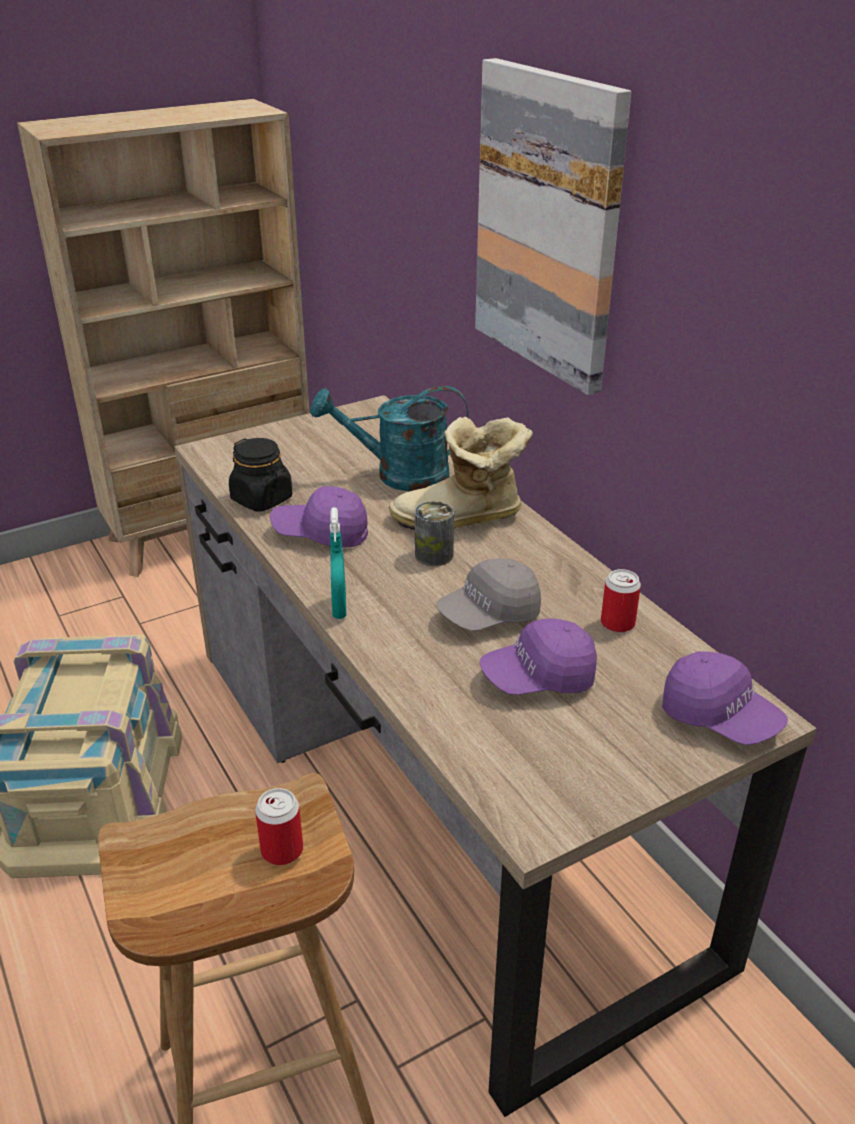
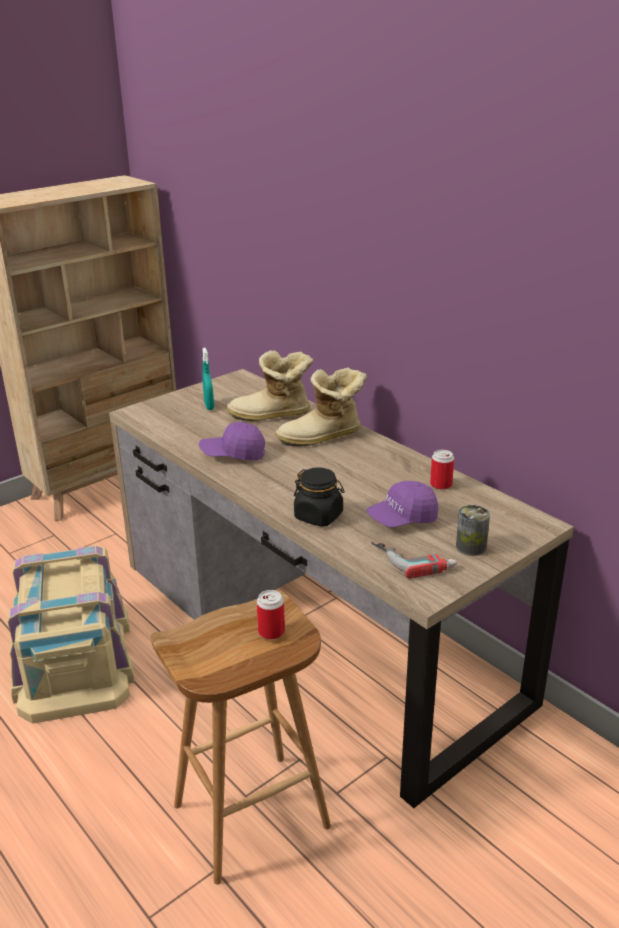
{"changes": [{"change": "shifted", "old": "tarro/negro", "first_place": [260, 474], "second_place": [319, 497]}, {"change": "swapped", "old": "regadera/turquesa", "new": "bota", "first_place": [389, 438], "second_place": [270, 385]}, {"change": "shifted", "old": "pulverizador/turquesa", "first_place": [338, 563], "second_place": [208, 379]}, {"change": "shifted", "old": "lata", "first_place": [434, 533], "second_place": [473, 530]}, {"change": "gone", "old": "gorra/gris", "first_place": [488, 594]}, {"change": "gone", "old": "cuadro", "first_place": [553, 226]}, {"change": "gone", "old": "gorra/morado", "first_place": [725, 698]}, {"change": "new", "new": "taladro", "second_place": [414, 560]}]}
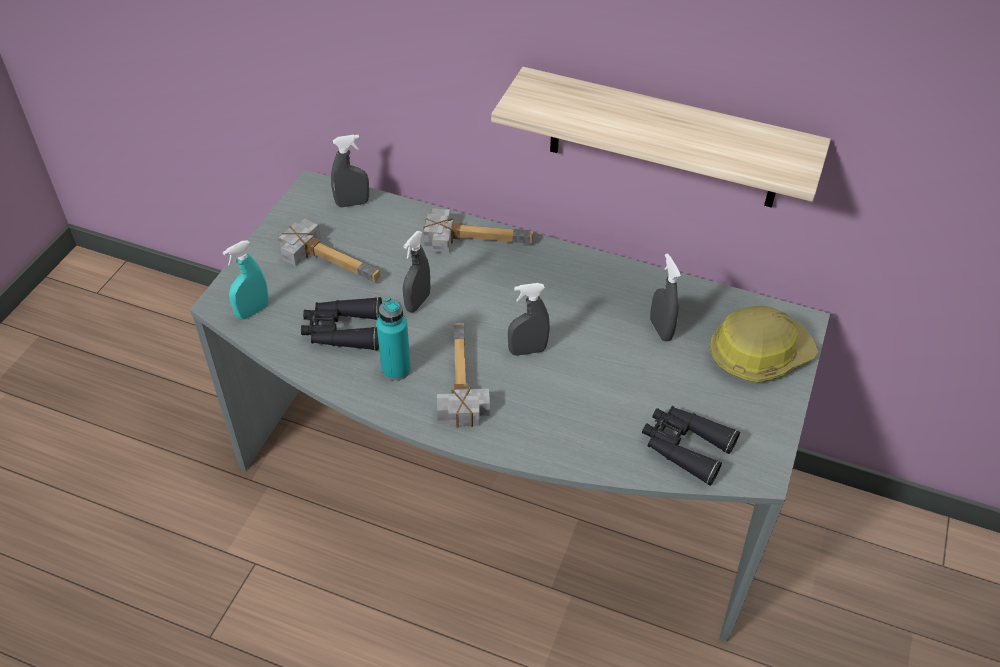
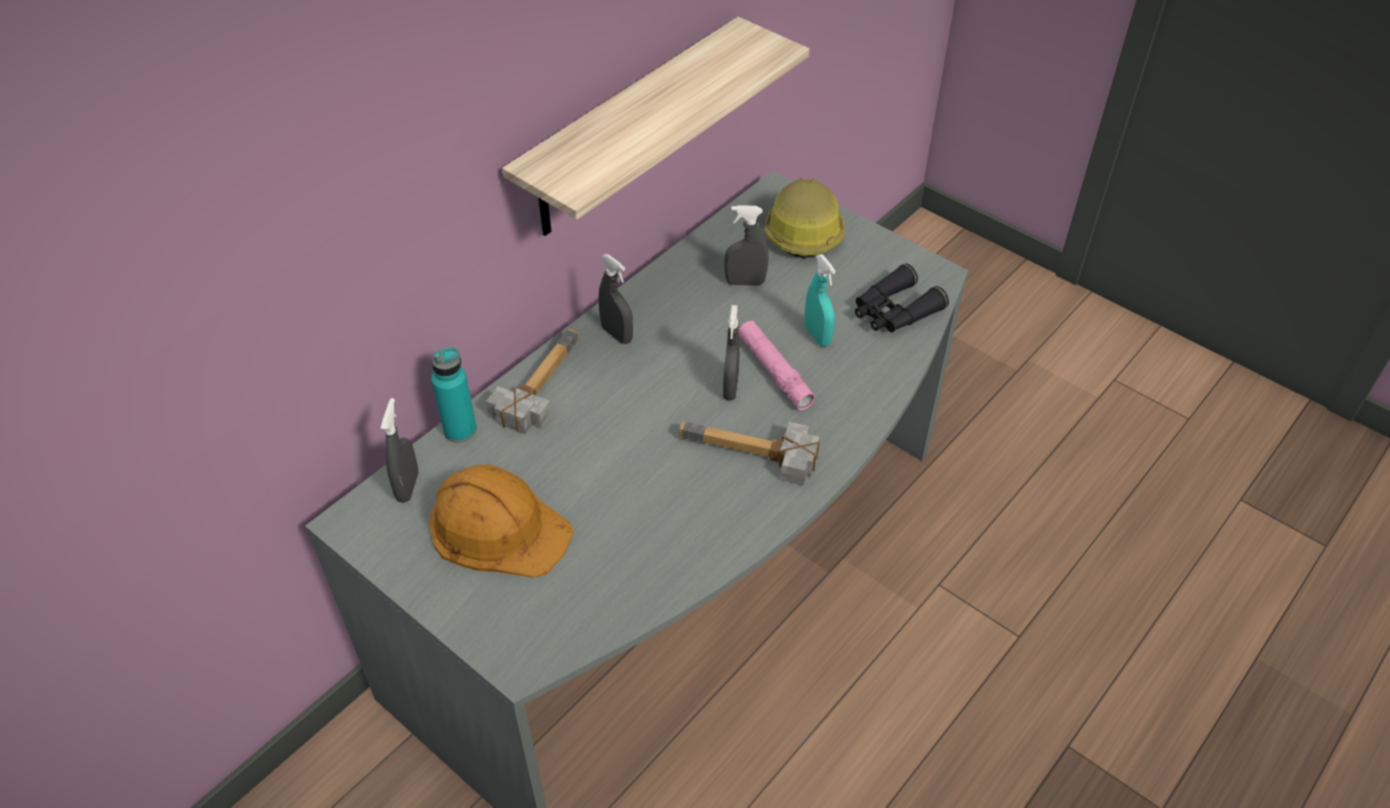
{"changes": [{"change": "shifted", "old": "pulverizador/turquesa", "first_place": [246, 280], "second_place": [820, 300]}, {"change": "swapped", "old": "martillo", "new": "casco/naranja", "first_place": [329, 250], "second_place": [501, 521]}, {"change": "gone", "old": "prismáticos/negro", "first_place": [341, 324]}, {"change": "shifted", "old": "botella/turquesa", "first_place": [394, 339], "second_place": [454, 395]}, {"change": "shifted", "old": "pulverizador/gris", "first_place": [417, 272], "second_place": [616, 299]}, {"change": "new", "new": "linterna/rosa", "second_place": [776, 365]}]}
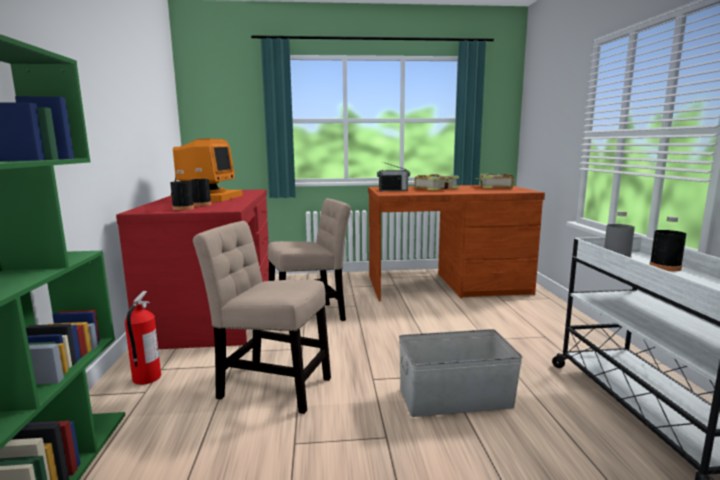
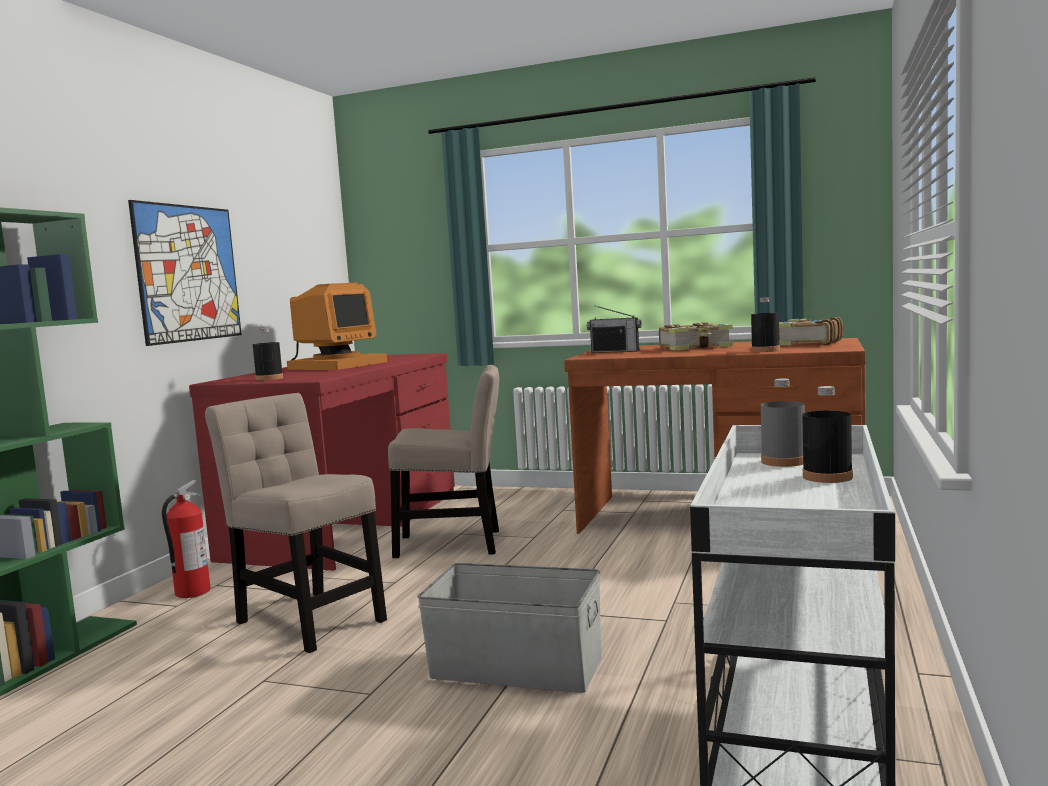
{"changes": [{"change": "shifted", "old": "botella/negro", "first_place": [200, 187], "second_place": [765, 324]}, {"change": "new", "new": "cuadro", "second_place": [185, 273]}]}
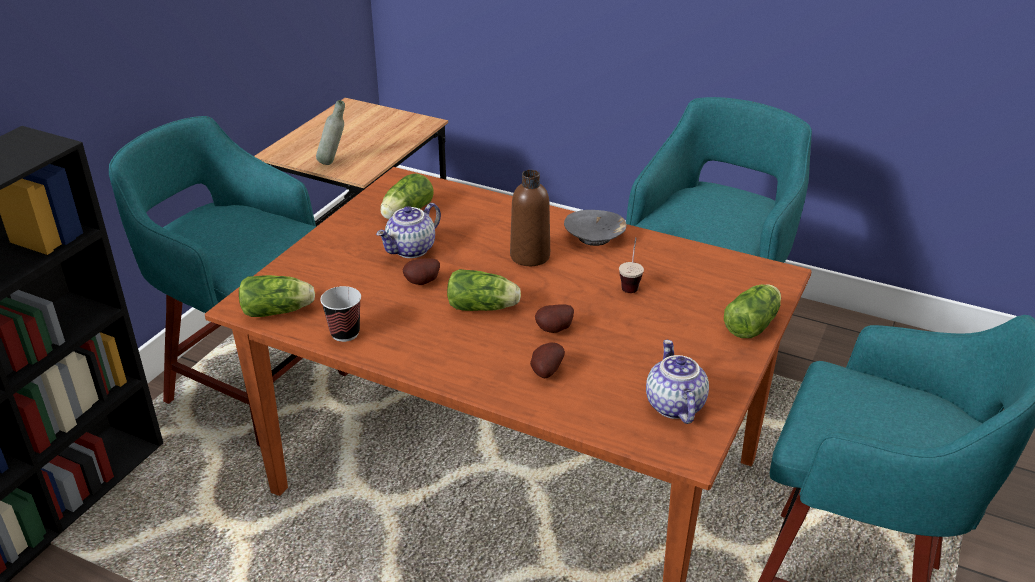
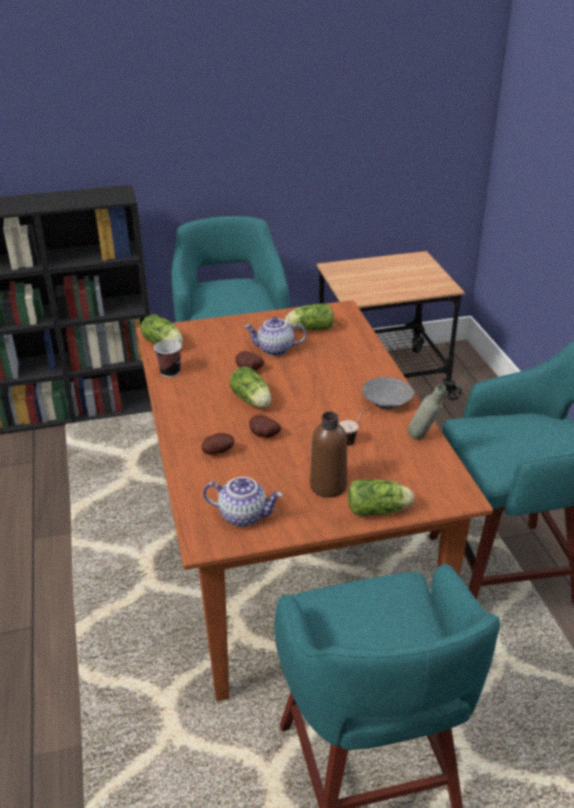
{"changes": [{"change": "shifted", "old": "botella/gris", "first_place": [330, 132], "second_place": [427, 412]}, {"change": "shifted", "old": "botella/marrón", "first_place": [530, 218], "second_place": [328, 455]}, {"change": "rotated", "old": "tetera", "first_place": [677, 382], "second_place": [242, 502], "degrees": 60}]}
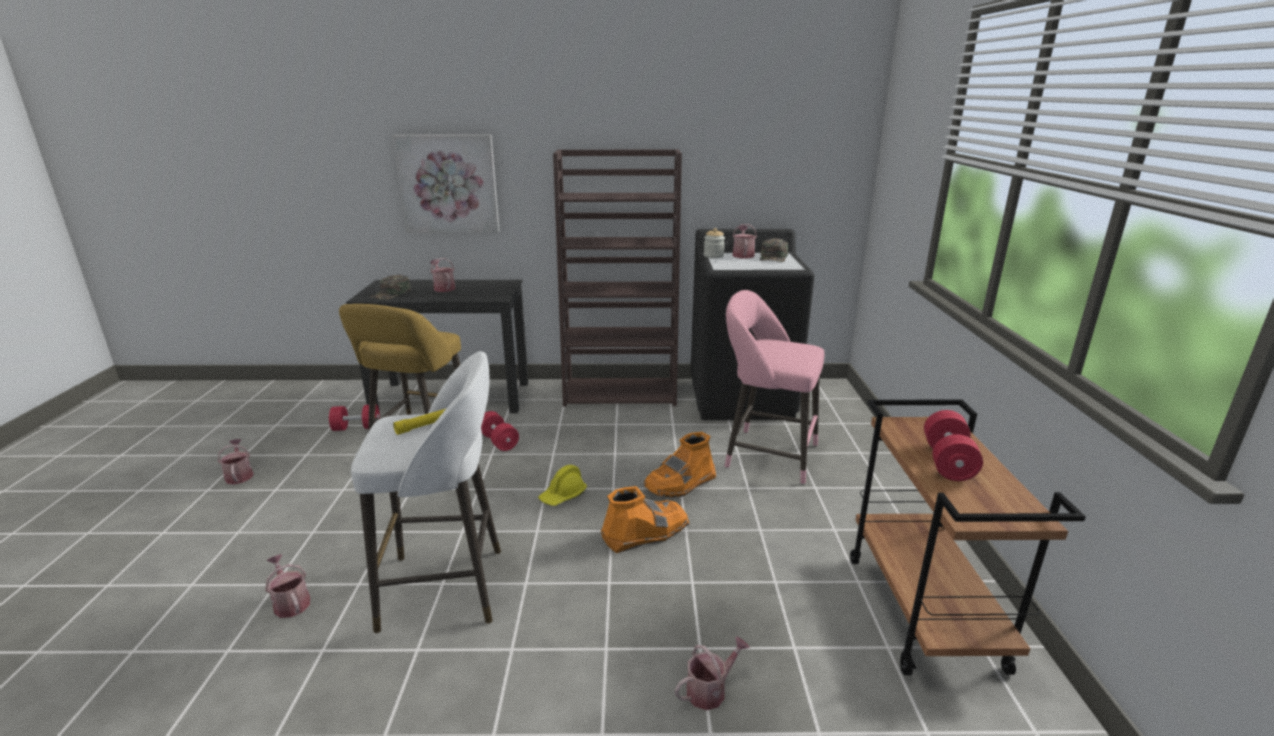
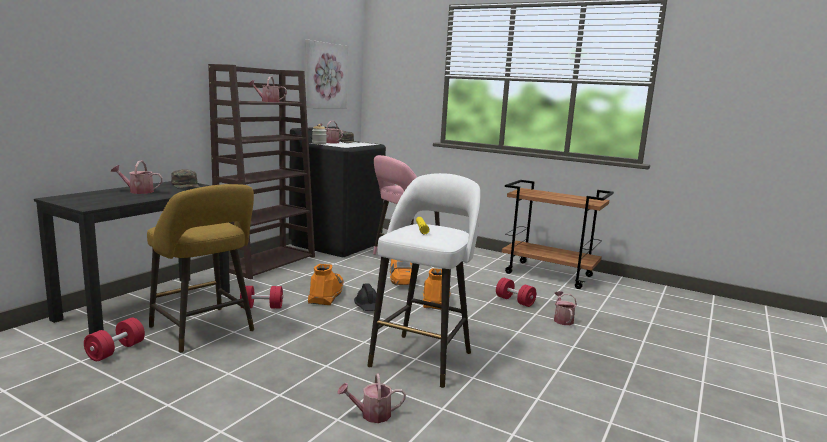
{"changes": [{"change": "shifted", "old": "regadera", "first_place": [236, 461], "second_place": [268, 89]}, {"change": "shifted", "old": "gorra/verde", "first_place": [390, 287], "second_place": [185, 178]}, {"change": "shifted", "old": "cuadro", "first_place": [446, 184], "second_place": [326, 74]}, {"change": "repainted", "old": "casco/amarillo", "new": "casco/negro", "first_place": [562, 485], "second_place": [365, 297]}, {"change": "shifted", "old": "mancuerna/rojo", "first_place": [953, 445], "second_place": [516, 292]}, {"change": "new", "new": "bota/naranja", "second_place": [326, 284]}]}
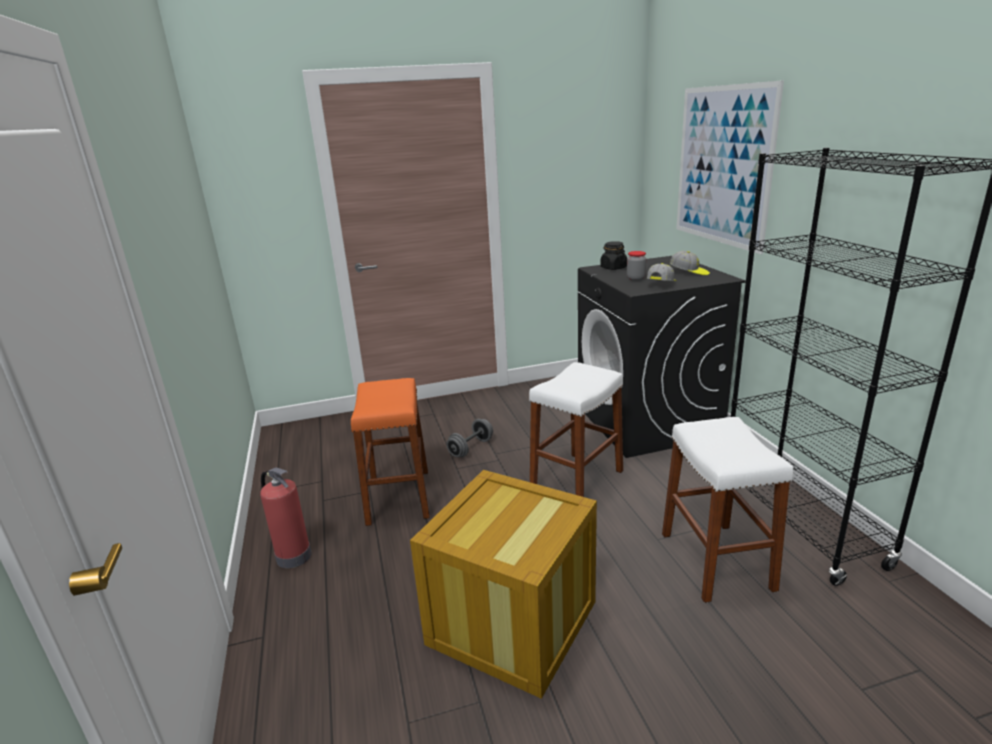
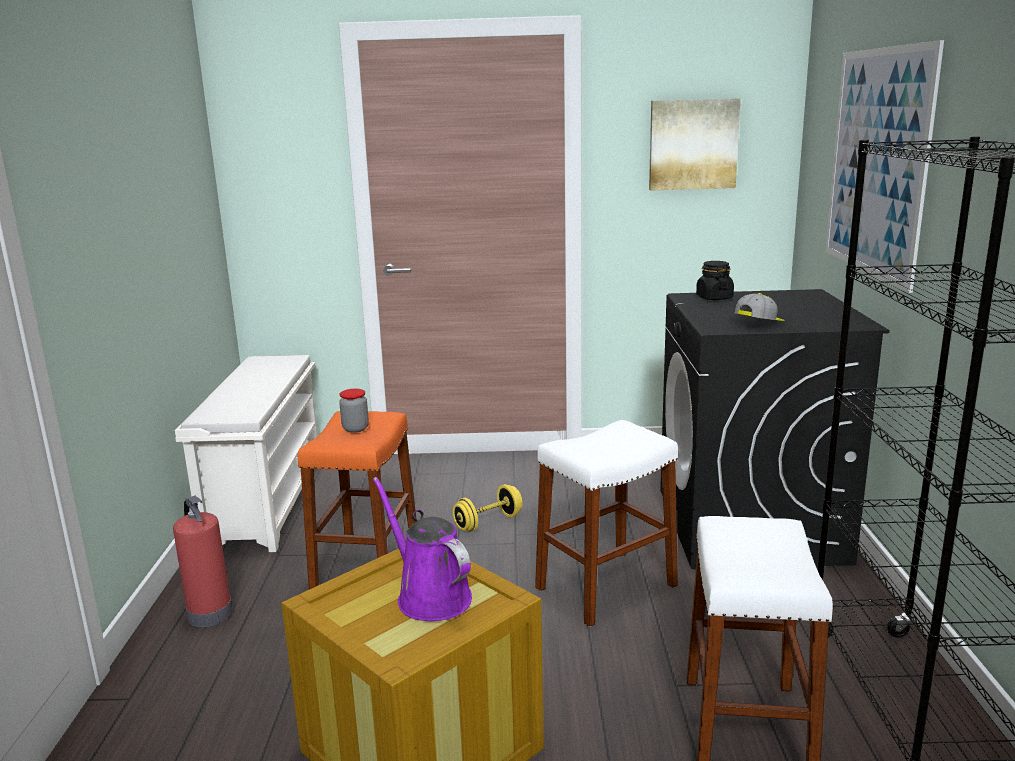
{"changes": [{"change": "repainted", "old": "mancuerna/gris", "new": "mancuerna/amarillo", "first_place": [469, 438], "second_place": [488, 508]}, {"change": "shifted", "old": "tarro", "first_place": [636, 266], "second_place": [354, 411]}, {"change": "gone", "old": "gorra", "first_place": [690, 263]}, {"change": "new", "new": "zapatero/blanco", "second_place": [246, 453]}, {"change": "new", "new": "regadera/morado", "second_place": [422, 549]}, {"change": "new", "new": "cuadro", "second_place": [695, 144]}]}
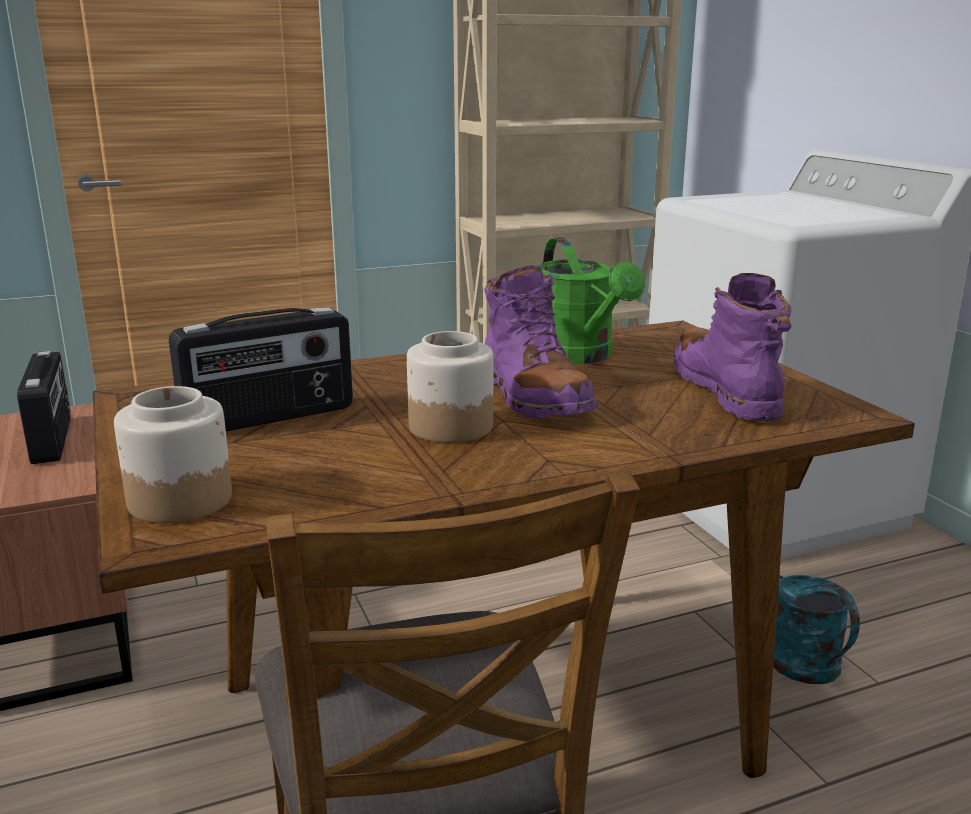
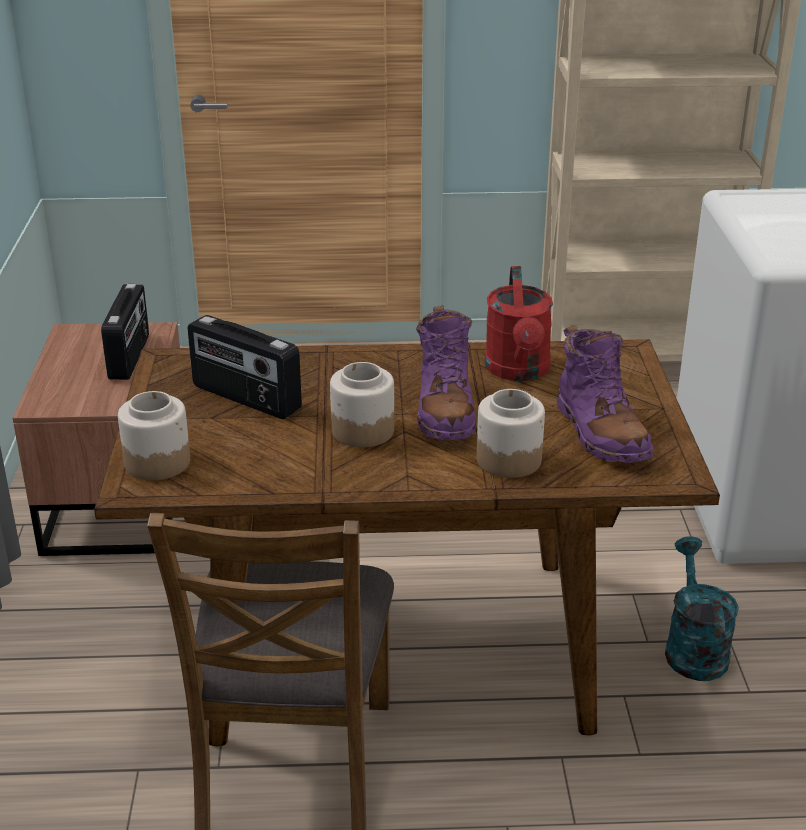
{"changes": [{"change": "rotated", "old": "radio", "first_place": [261, 369], "second_place": [245, 367], "degrees": 45}, {"change": "repainted", "old": "regadera/verde", "new": "regadera/rojo", "first_place": [591, 300], "second_place": [519, 323]}, {"change": "rotated", "old": "bota/morado", "first_place": [732, 347], "second_place": [605, 394], "degrees": 150}, {"change": "new", "new": "tarro", "second_place": [511, 433]}]}
